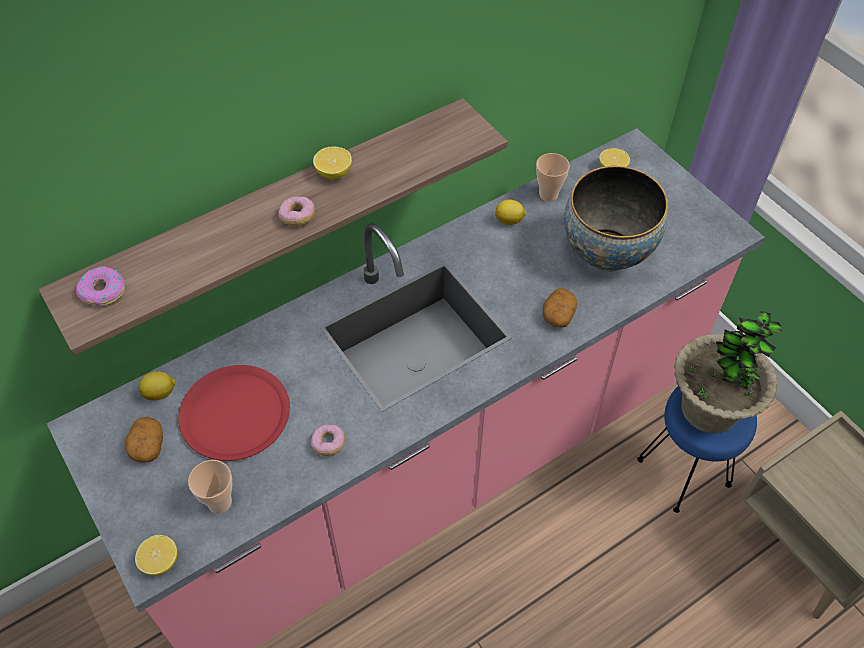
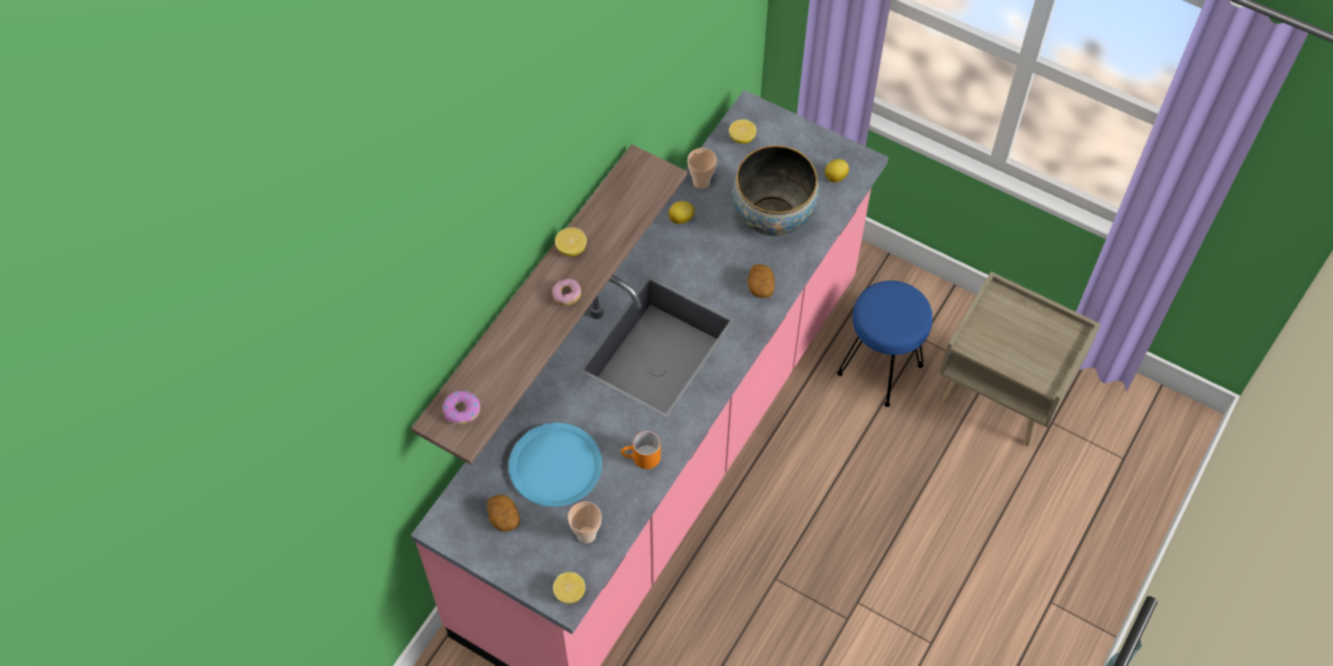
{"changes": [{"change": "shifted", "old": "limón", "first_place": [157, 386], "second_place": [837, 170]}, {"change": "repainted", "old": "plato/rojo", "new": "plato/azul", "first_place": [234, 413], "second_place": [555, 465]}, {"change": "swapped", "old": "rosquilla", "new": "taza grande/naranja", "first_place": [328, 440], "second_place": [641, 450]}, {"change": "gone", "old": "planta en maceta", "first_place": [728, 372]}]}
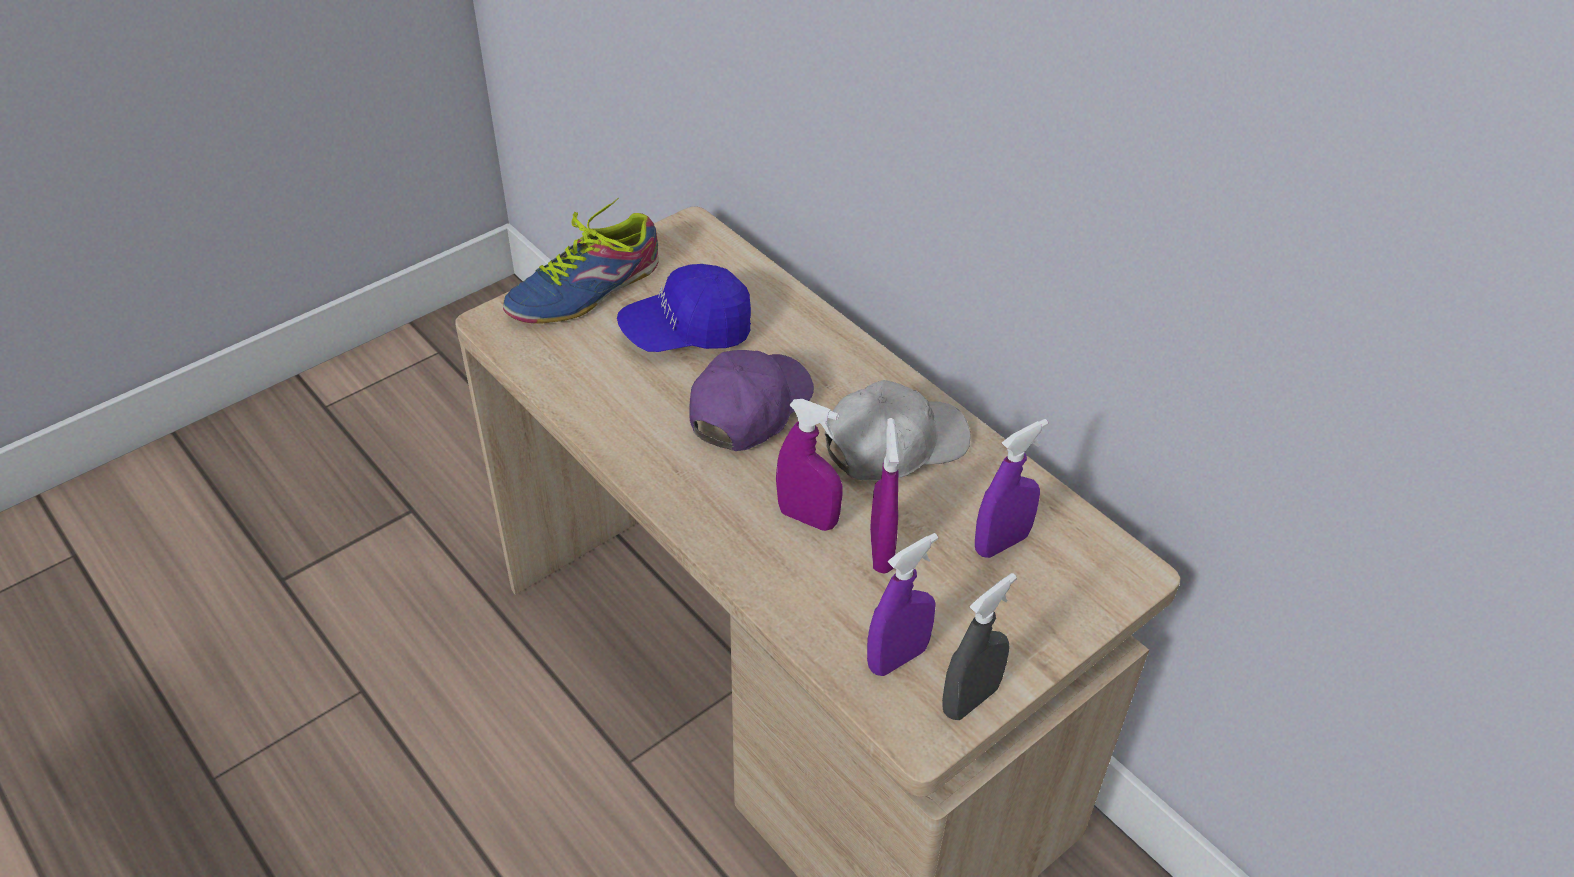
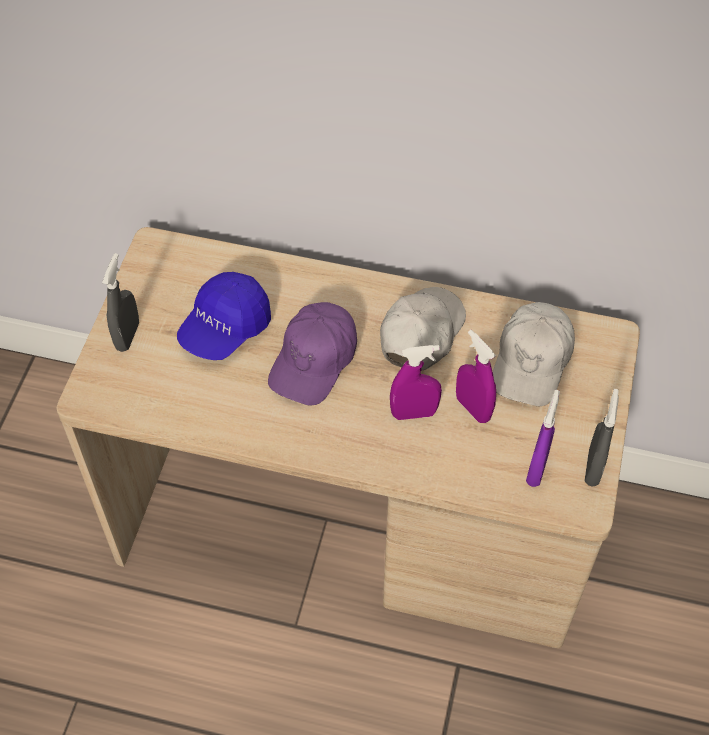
{"changes": [{"change": "swapped", "old": "zapato", "new": "pulverizador/gris", "first_place": [581, 260], "second_place": [120, 302]}, {"change": "rotated", "old": "gorra/morado", "first_place": [751, 400], "second_place": [312, 354], "degrees": -150}, {"change": "swapped", "old": "pulverizador/morado", "new": "gorra/blanco", "first_place": [1011, 488], "second_place": [534, 354]}]}
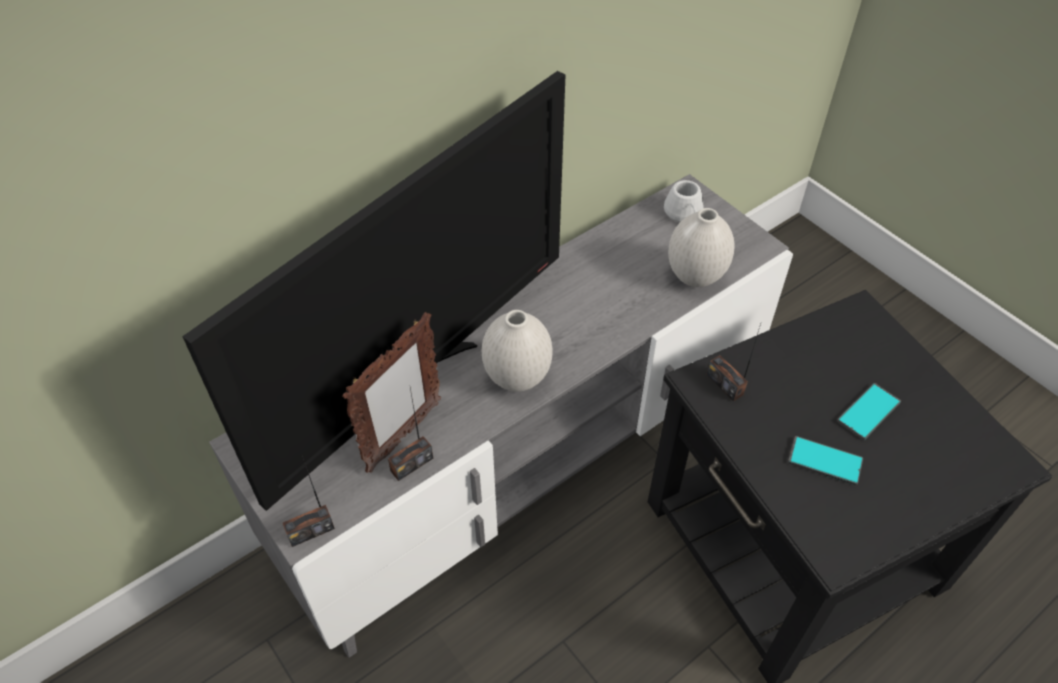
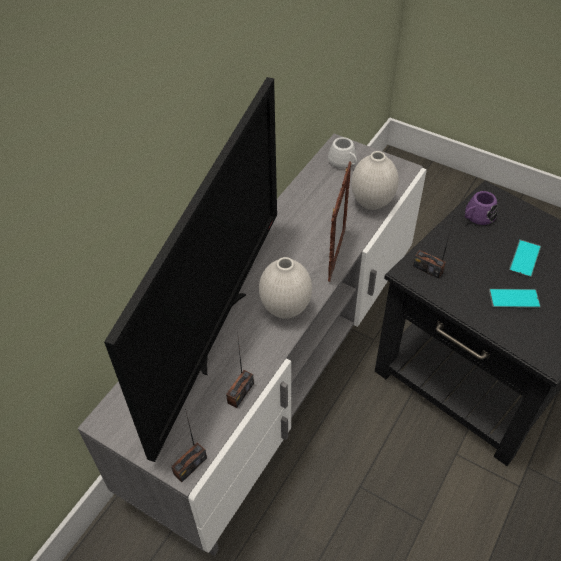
{"changes": [{"change": "shifted", "old": "portarretratos", "first_place": [391, 392], "second_place": [339, 221]}, {"change": "new", "new": "taza grande/morado", "second_place": [481, 208]}]}
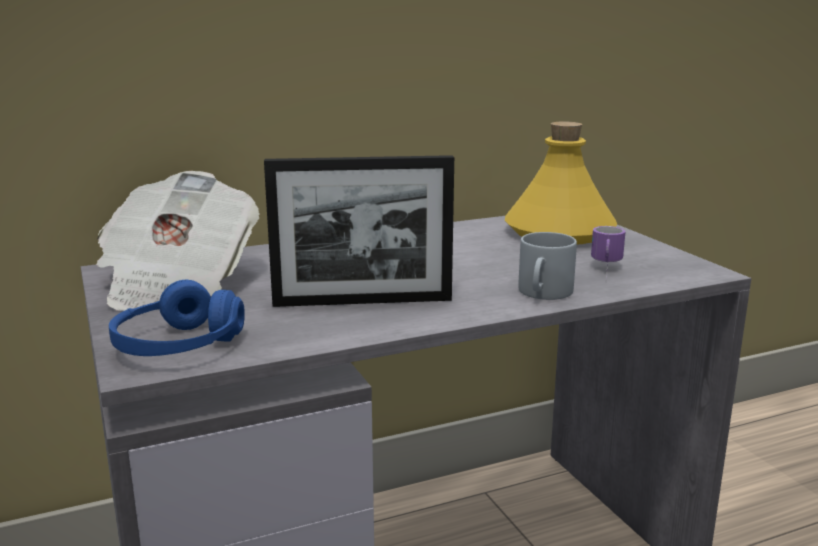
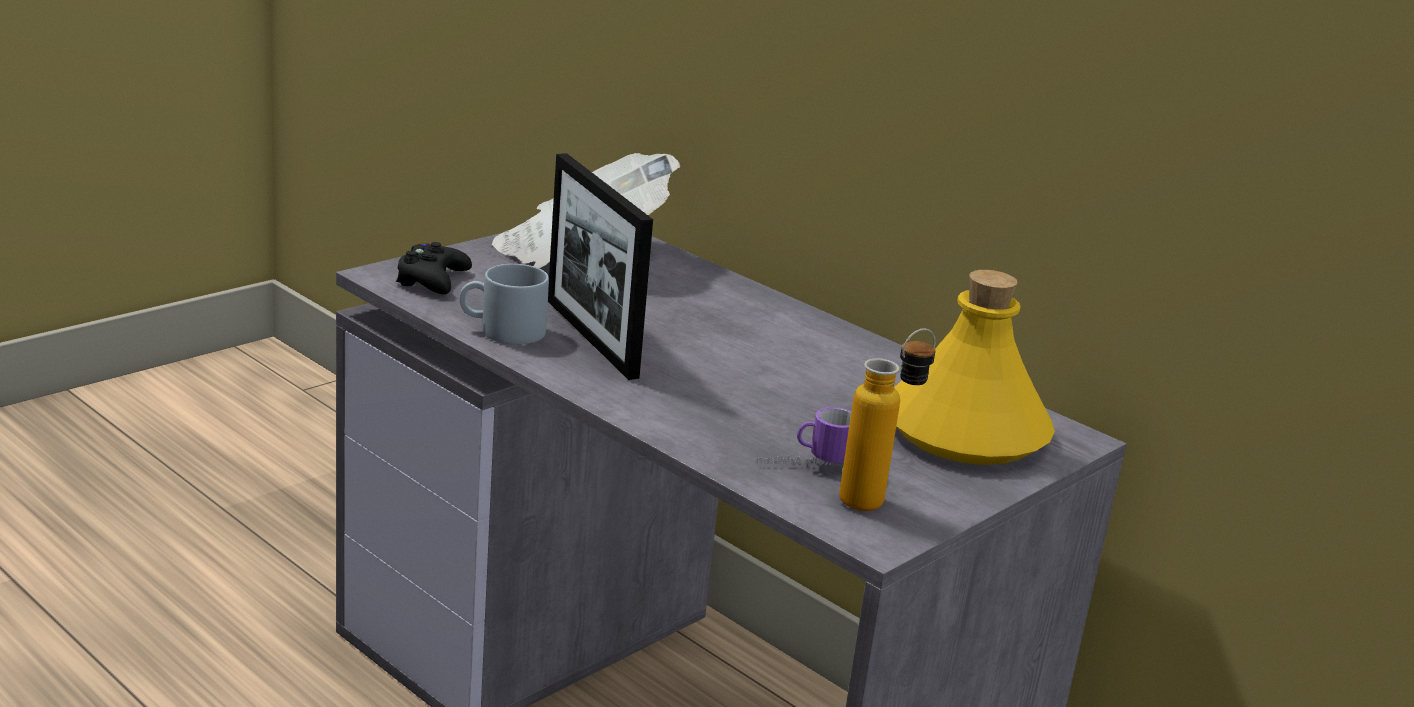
{"changes": [{"change": "swapped", "old": "auriculares/azul", "new": "mando de consola/negro", "first_place": [177, 318], "second_place": [434, 268]}, {"change": "shifted", "old": "taza grande/gris", "first_place": [547, 266], "second_place": [504, 304]}, {"change": "new", "new": "botella", "second_place": [887, 420]}]}
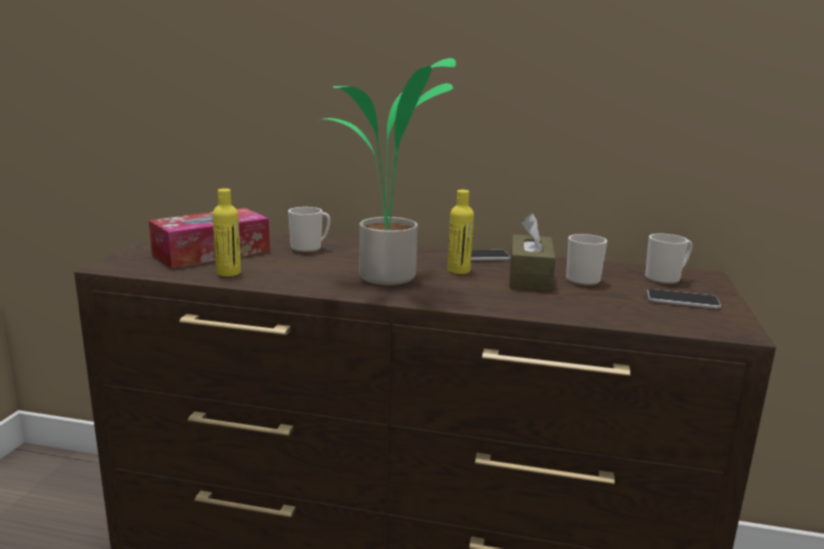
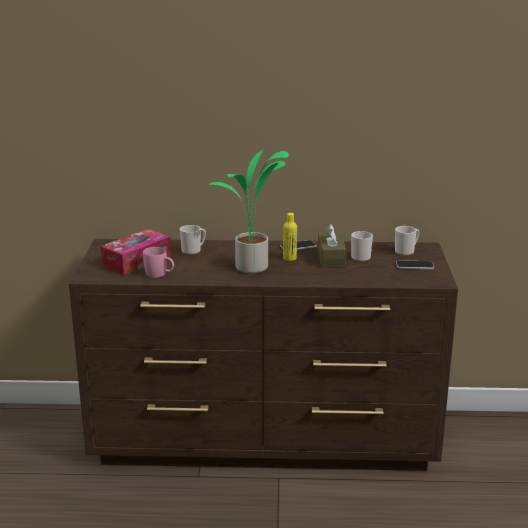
{"changes": [{"change": "swapped", "old": "botella/amarillo", "new": "taza grande/rosa", "first_place": [227, 232], "second_place": [158, 262]}]}
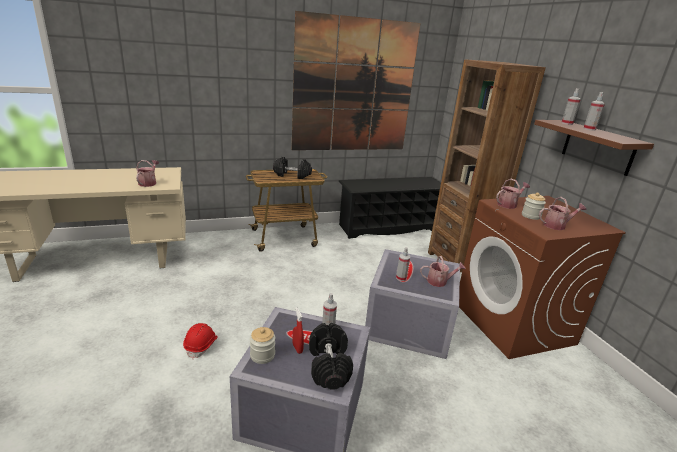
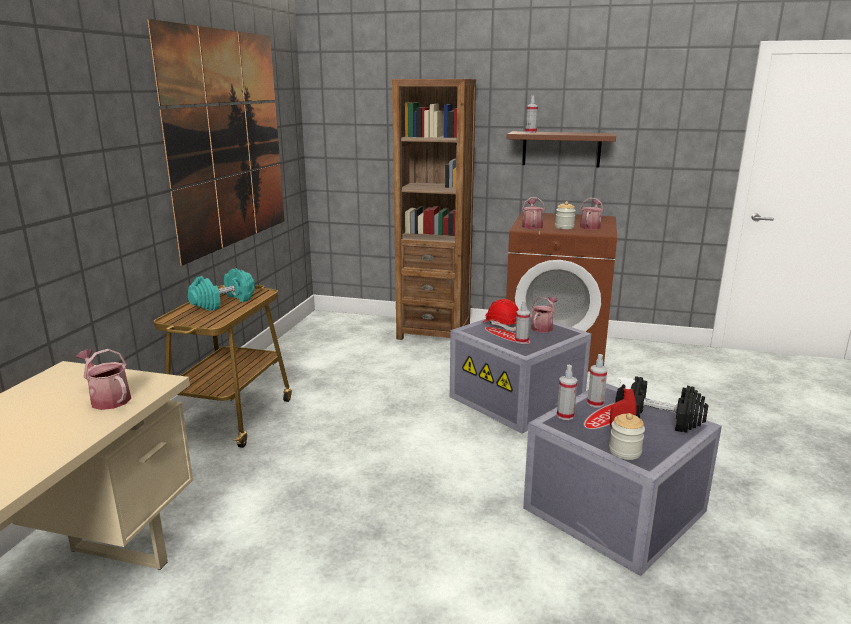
{"changes": [{"change": "shifted", "old": "casco/rojo", "first_place": [200, 341], "second_place": [500, 315]}, {"change": "repainted", "old": "mancuerna/negro", "new": "mancuerna/turquesa", "first_place": [292, 168], "second_place": [221, 289]}, {"change": "gone", "old": "zapatero/negro", "first_place": [390, 208]}, {"change": "shifted", "old": "pulverizador", "first_place": [594, 111], "second_place": [567, 392]}]}
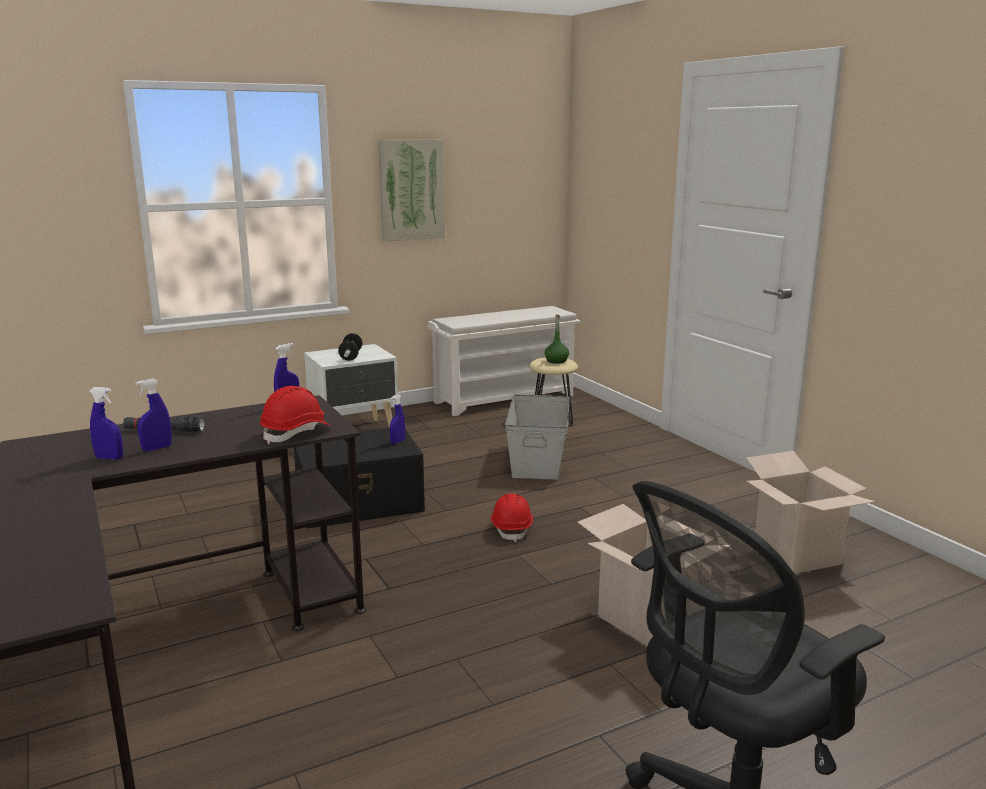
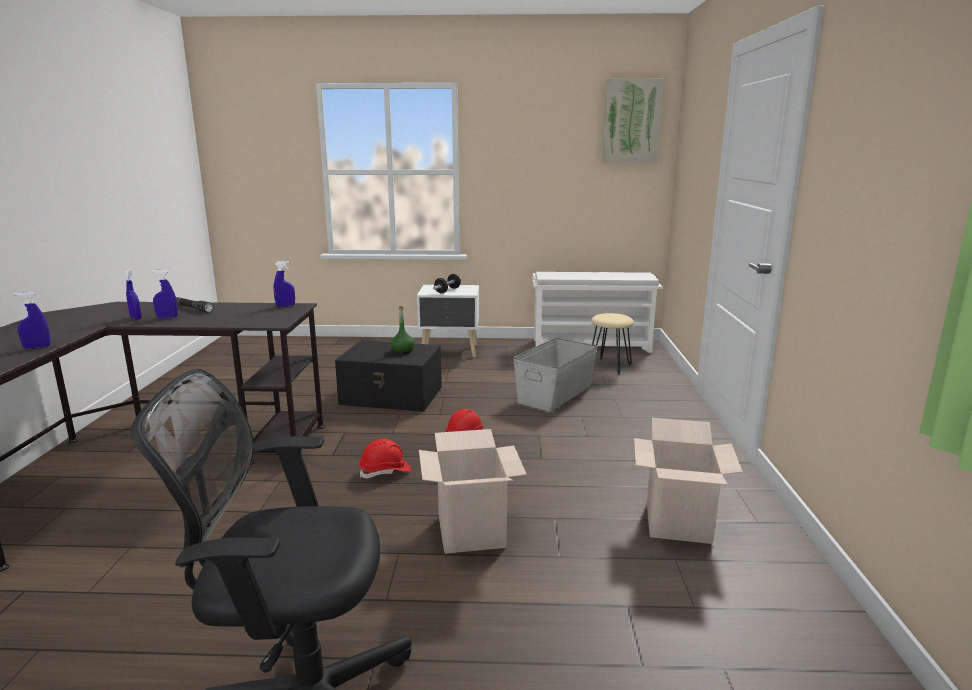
{"changes": [{"change": "shifted", "old": "casco/rojo", "first_place": [295, 415], "second_place": [385, 458]}, {"change": "shifted", "old": "cuadro", "first_place": [411, 191], "second_place": [633, 121]}, {"change": "shifted", "old": "pulverizador/azul", "first_place": [397, 419], "second_place": [32, 320]}, {"change": "shifted", "old": "botella/verde", "first_place": [556, 339], "second_place": [402, 330]}]}
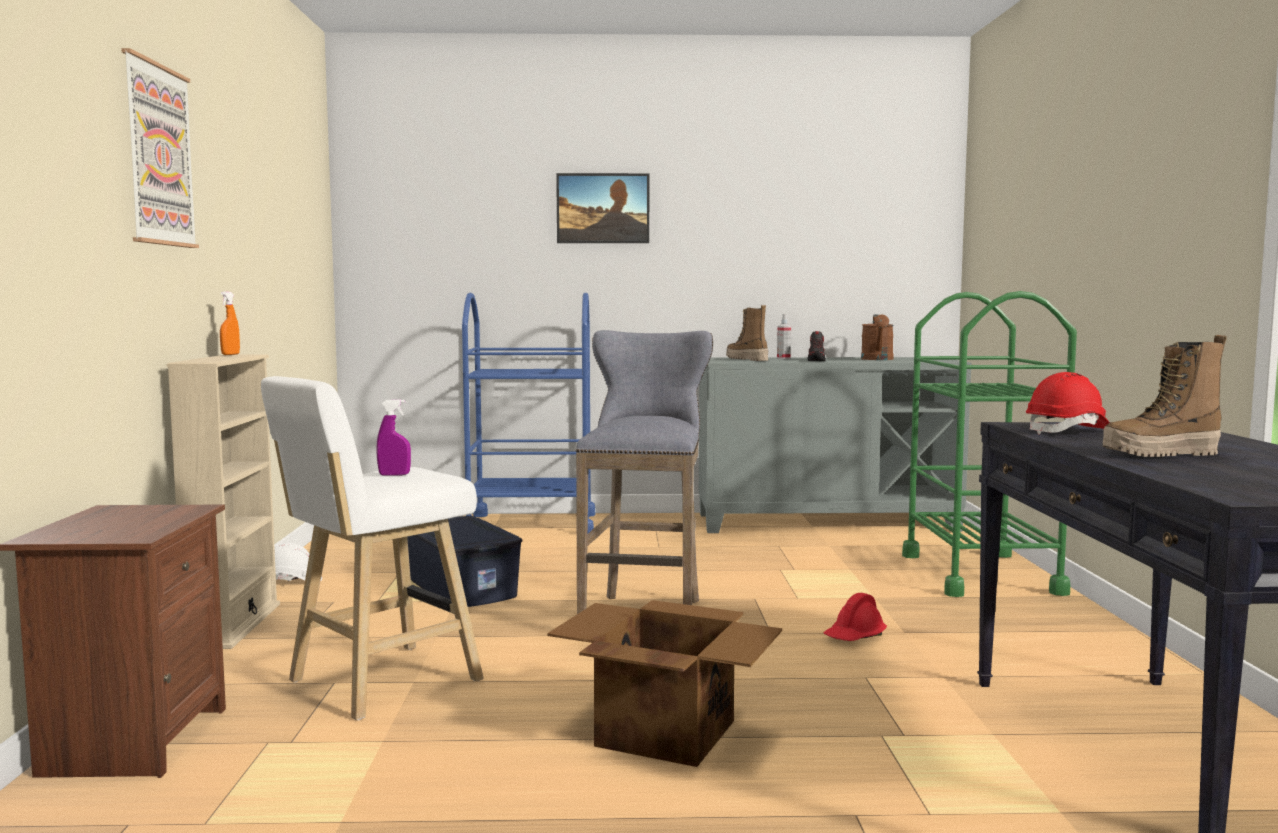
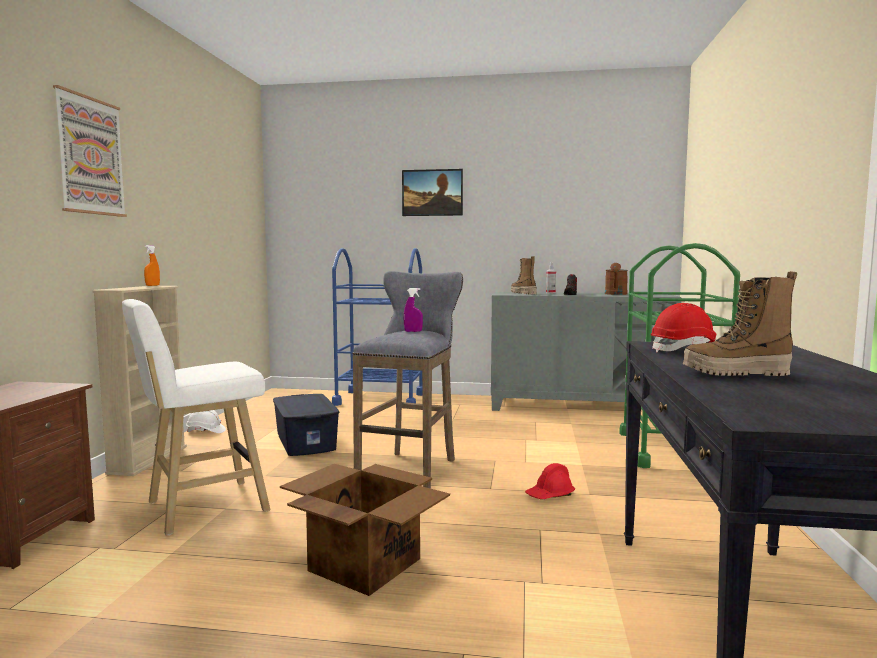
{"changes": [{"change": "shifted", "old": "pulverizador/morado", "first_place": [393, 437], "second_place": [413, 310]}]}
